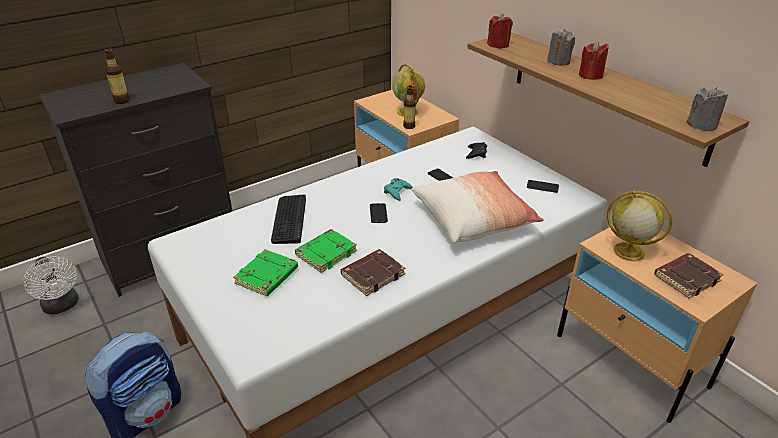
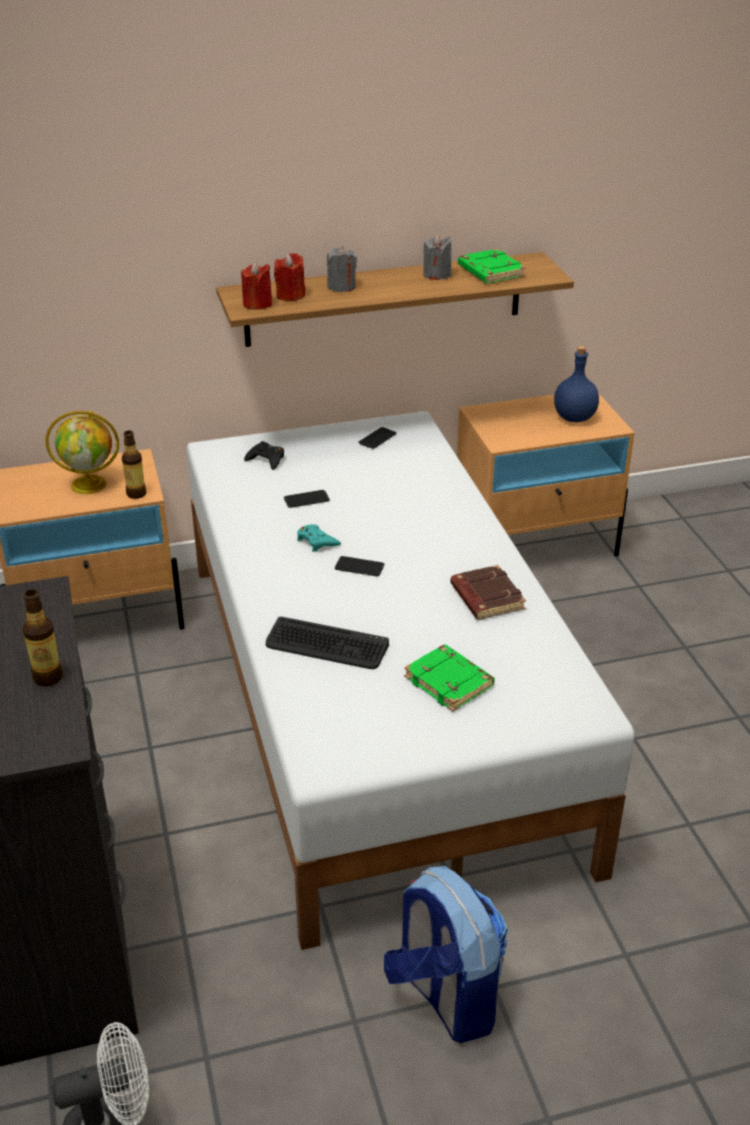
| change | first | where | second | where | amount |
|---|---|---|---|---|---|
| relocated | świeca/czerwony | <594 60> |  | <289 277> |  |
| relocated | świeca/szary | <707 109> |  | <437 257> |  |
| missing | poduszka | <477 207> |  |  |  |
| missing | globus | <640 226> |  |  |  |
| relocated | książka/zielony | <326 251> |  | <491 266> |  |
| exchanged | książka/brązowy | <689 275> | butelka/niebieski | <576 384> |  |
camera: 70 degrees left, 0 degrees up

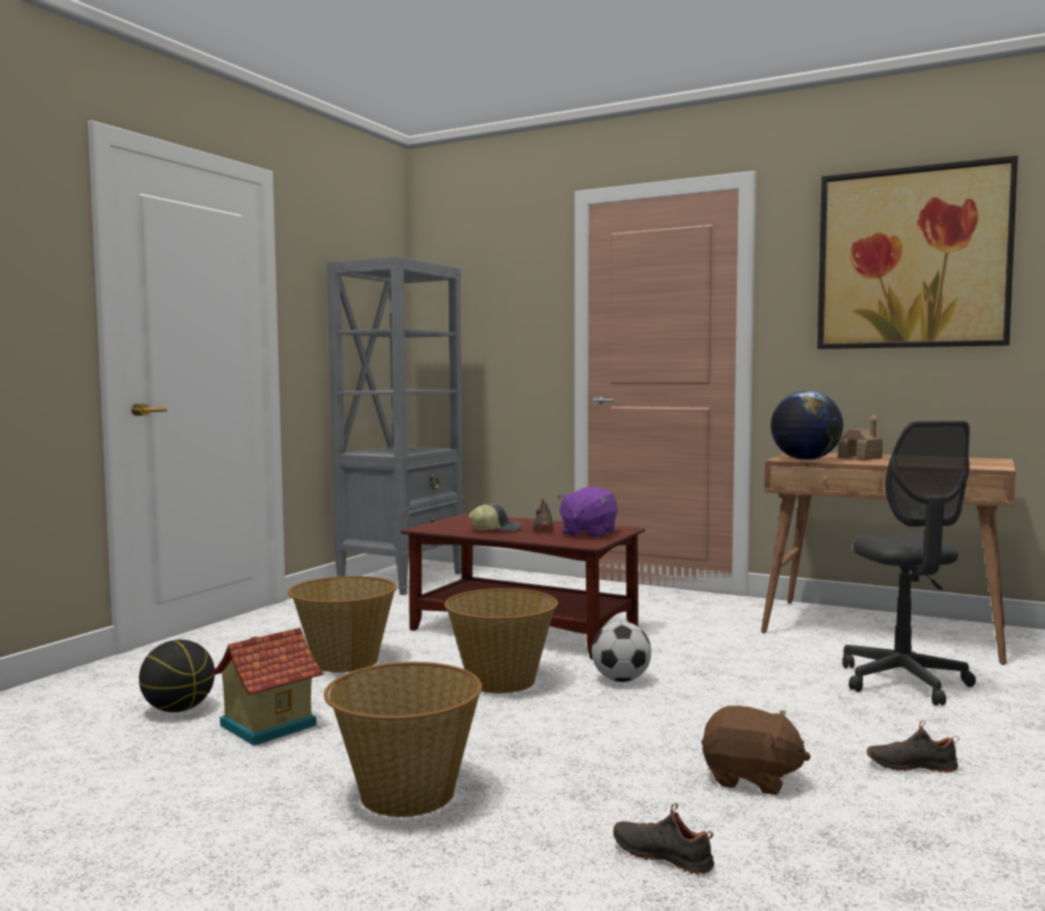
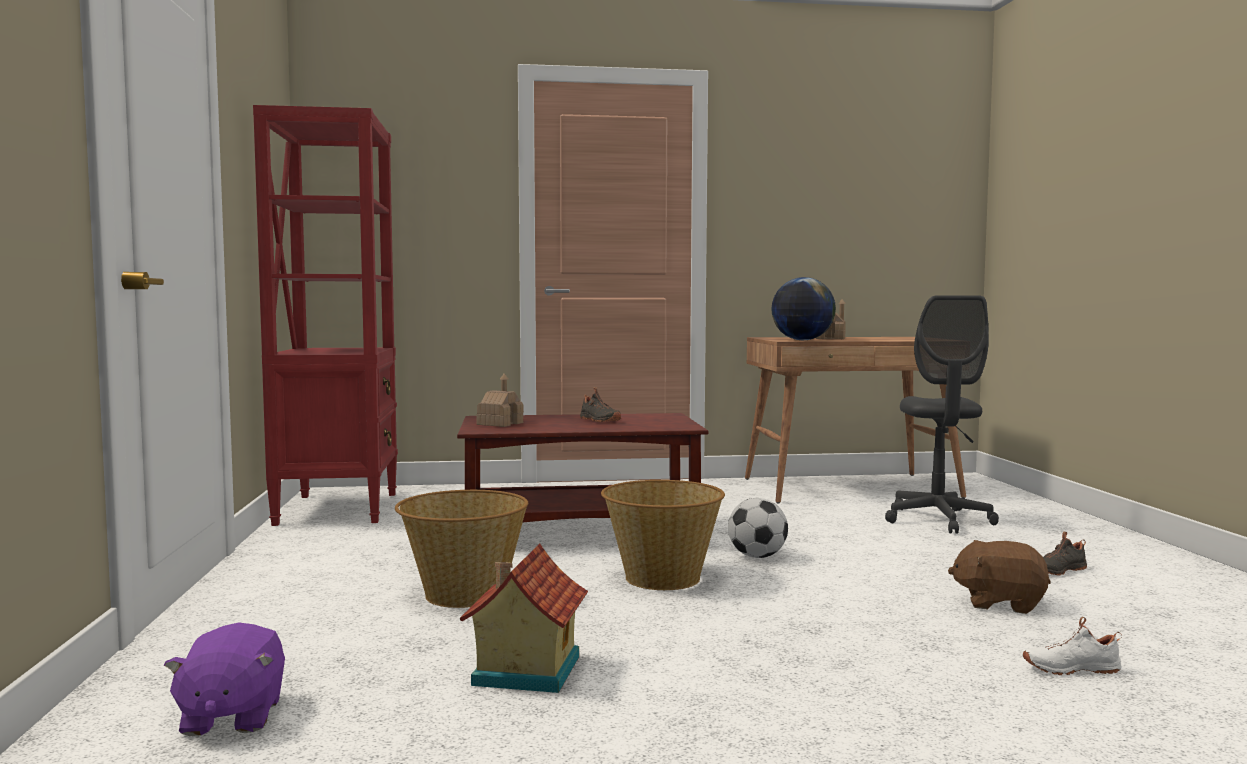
| change | first | where | second | where | amount |
|---|---|---|---|---|---|
| missing | obraz | <917 252> |  |  |  |
| colour | regał/szary | <395 426> | regał/czerwony | <325 315> |  |
| spun | krzesło biurowe/szary | <909 563> |  | <942 414> | 45 degrees clockwise |
| relocated | pluszak/fioletowy | <587 512> |  | <224 679> |  |
| missing | czapka z daszkiem | <495 517> |  |  |  |
| missing | piłka do koszykówki | <177 676> |  |  |  |
| missing | koszyk | <403 739> |  |  |  |
| spun | pluszak/brązowy | <756 750> |  | <999 577> | 150 degrees counterclockwise |
| colour | but/czarny | <663 839> | but/biały | <1072 646> |  |
| appeared |  |  | domek | <500 400> |  |
camera: 35 degrees left, 0 degrees up

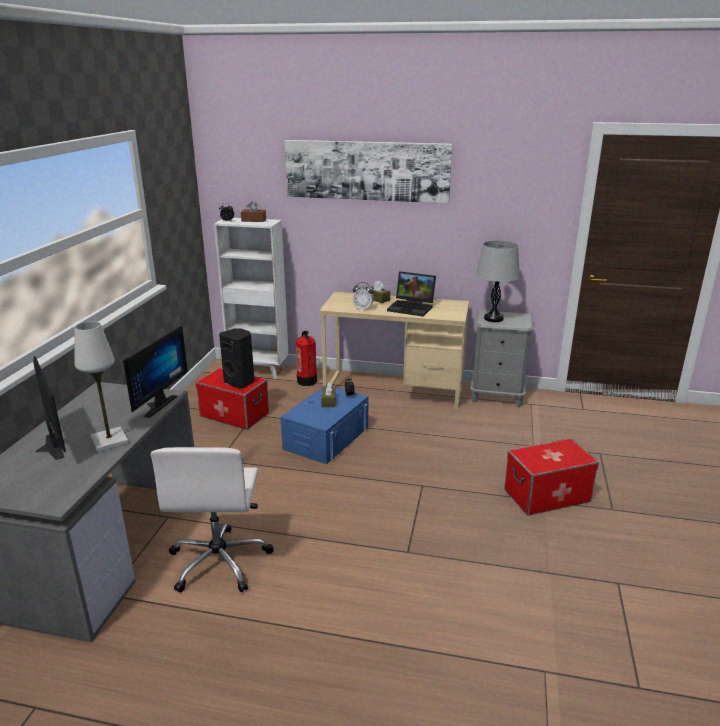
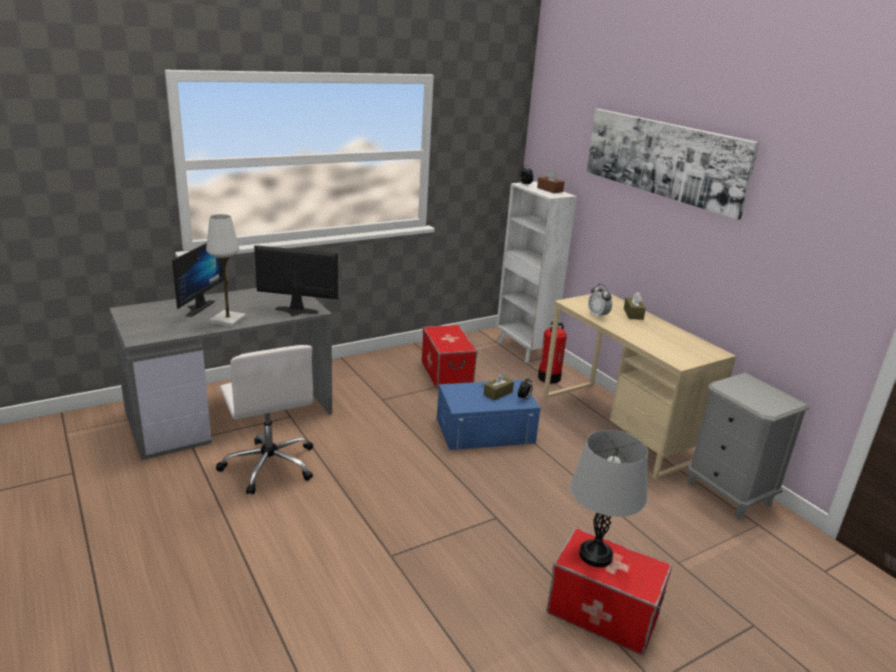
| change | first | where | second | where | amount |
|---|---|---|---|---|---|
| relocated | lampa stołowa/szary | <498 281> |  | <609 498> |  |
| missing | laptop | <411 294> |  |  |  |
| spun | monitor | <155 371> |  | <296 281> | 150 degrees counterclockwise |
| missing | głośnik/czarny | <237 358> |  |  |  |
| spun | krzesło biurowe/biały | <212 520> |  | <264 420> | 75 degrees counterclockwise |
camera: 45 degrees right, 0 degrees up

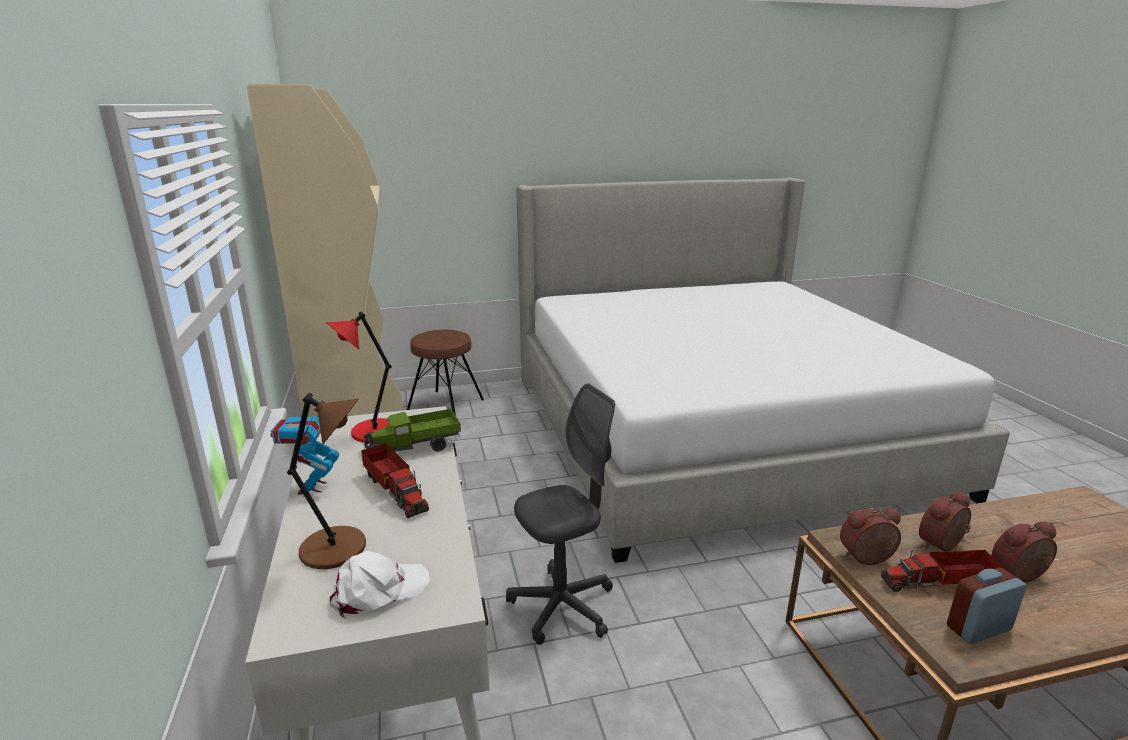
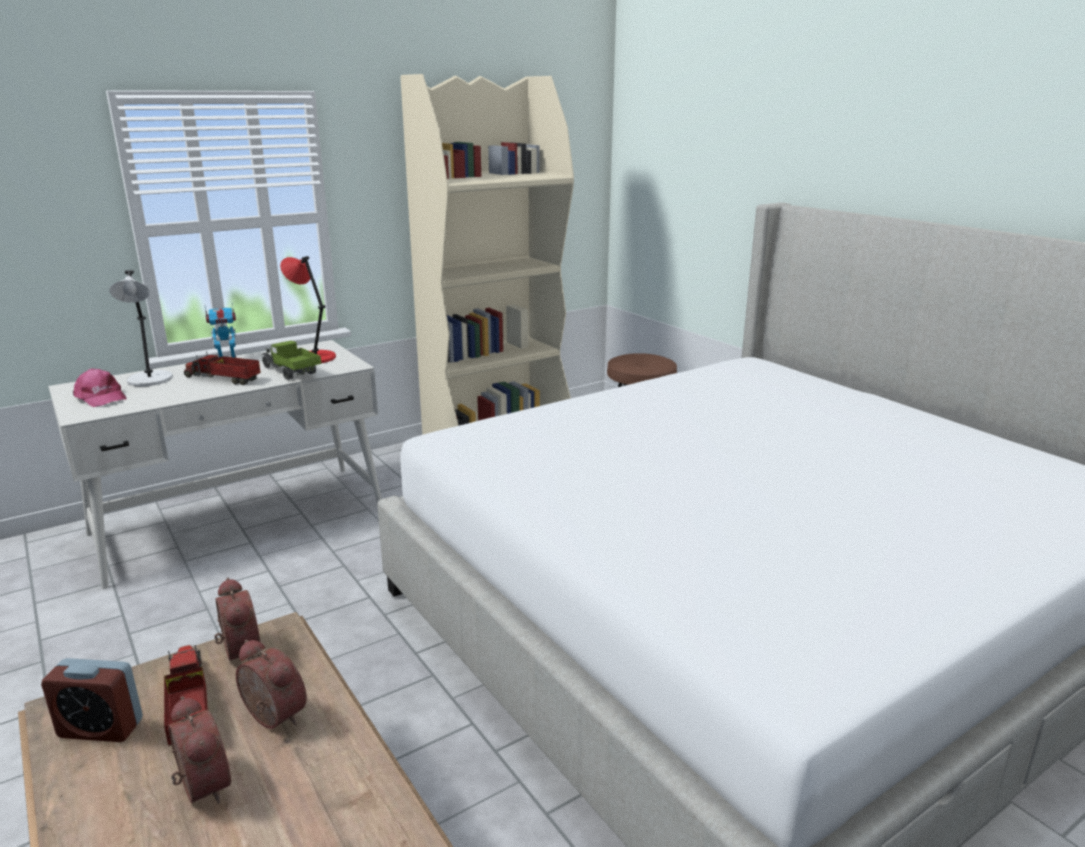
| change | first | where | second | where | amount |
|---|---|---|---|---|---|
| missing | krzesło biurowe/szary | <560 514> |  |  |  |
| colour | lampa stołowa/brązowy | <326 481> | lampa stołowa/szary | <141 328> |  |
| spun | ciężarówka zabawkowa | <395 480> |  | <222 368> | 75 degrees clockwise |
| colour | czapka z daszkiem/biały | <380 585> | czapka z daszkiem/różowy | <99 388> |  |
| spun | budzik | <987 605> |  | <92 700> | 135 degrees clockwise |
camera: 70 degrees right, 0 degrees up

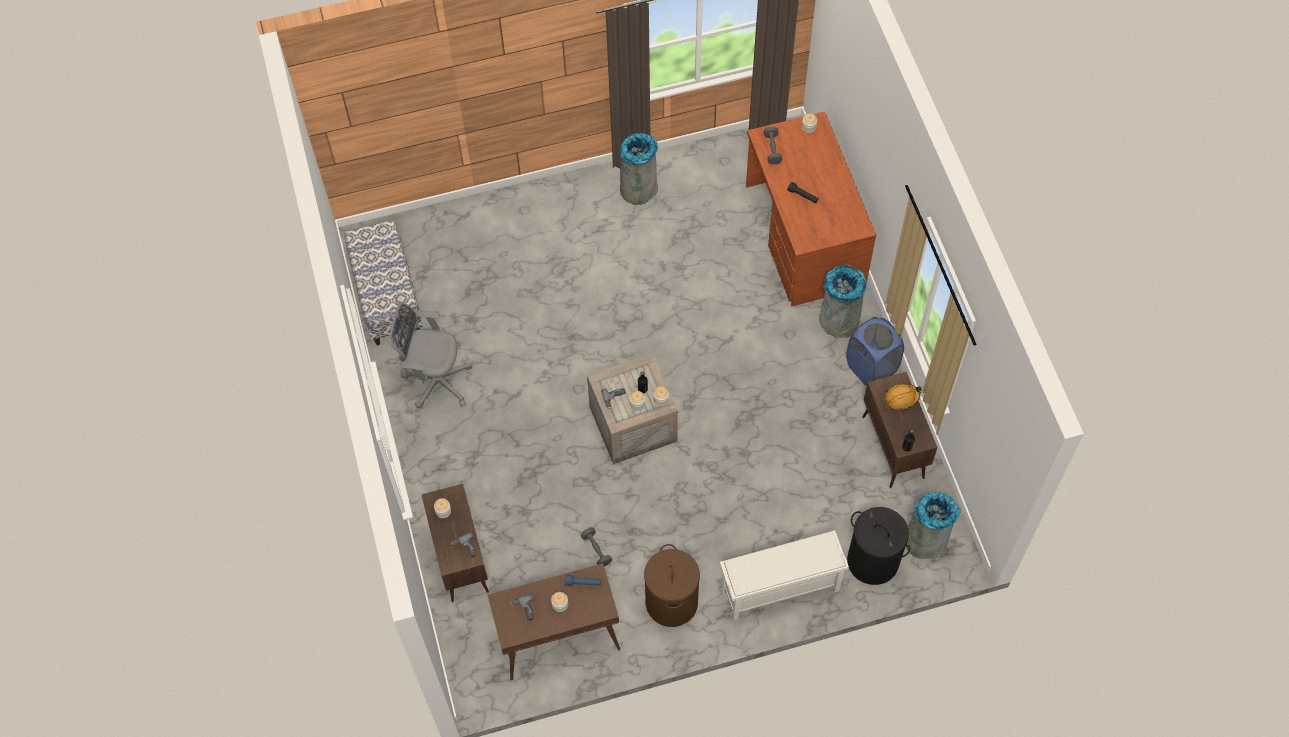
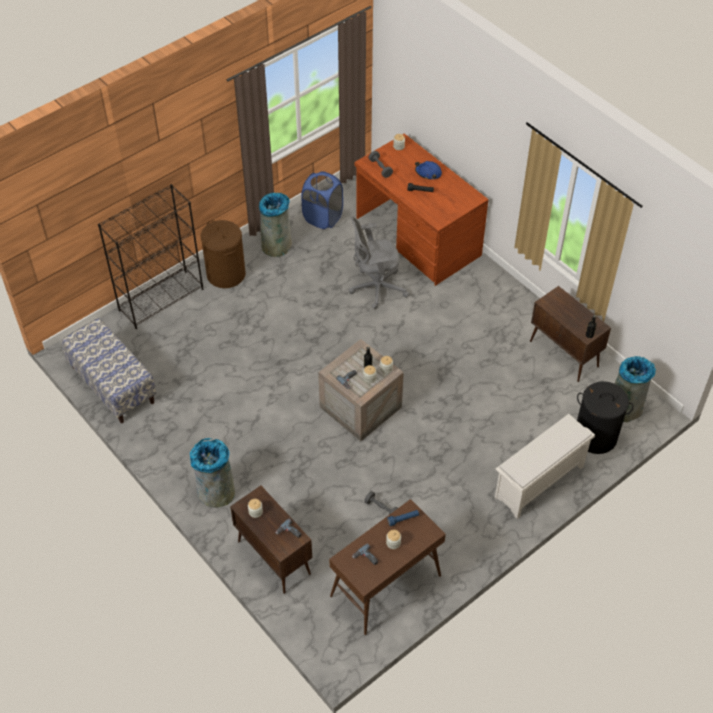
| change | first | where | second | where | amount |
|---|---|---|---|---|---|
| relocated | kosz na śmieci/szary | <843 301> |  | <212 473> |  |
| relocated | krzesło biurowe/szary | <430 355> |  | <379 263> |  |
| relocated | kosz na pranie/niebieski | <875 351> |  | <322 200> |  |
| missing | kask/pomarańczowy | <903 397> |  |  |  |
| relocated | kosz na pranie/brązowy | <672 585> |  | <223 254> |  |
| appeared |  |  | kask/niebieski | <428 170> |  |
| appeared |  |  | regał/czarny | <150 256> |  |
camera: 25 degrees left, 10 degrees down

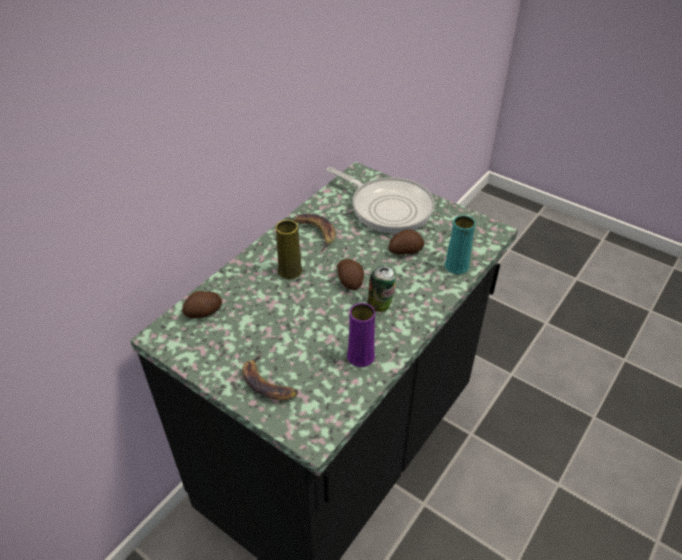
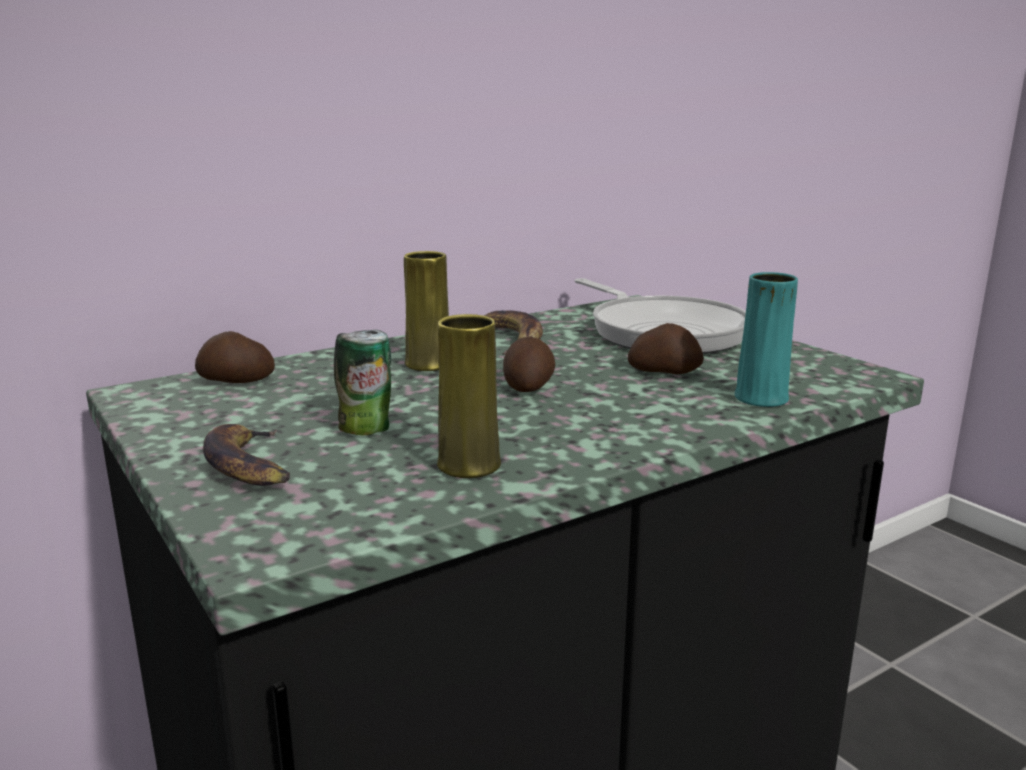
| change | first | where | second | where | amount |
|---|---|---|---|---|---|
| relocated | puszka | <381 289> |  | <362 382> |  |
| colour | wazon/fioletowy | <361 335> | wazon/żółty | <469 396> |  |
camera: 20 degrees right, 25 degrees down

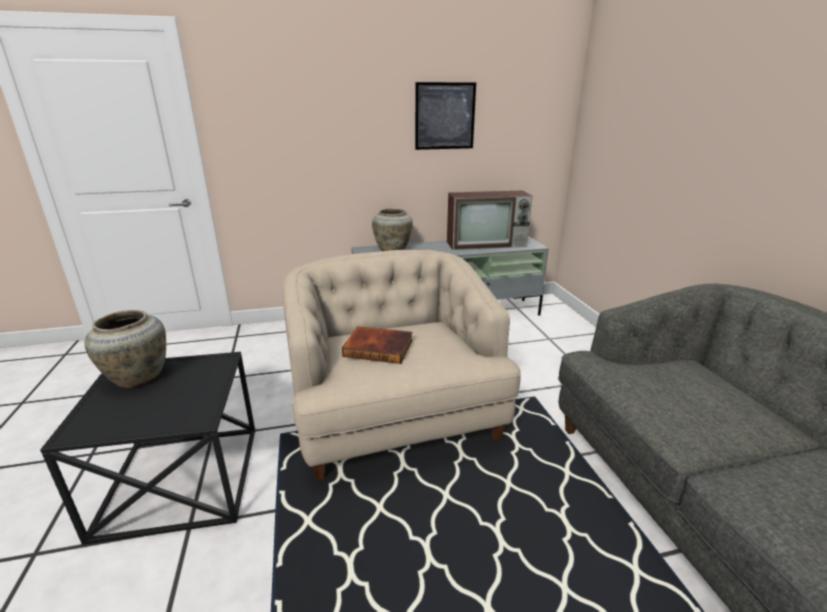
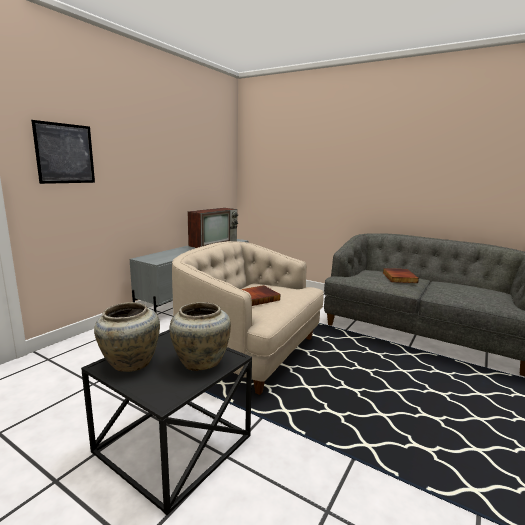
| change | first | where | second | where | amount |
|---|---|---|---|---|---|
| relocated | obraz | <445 116> |  | <63 152> |  |
| relocated | wazon/beżowy | <392 230> |  | <200 336> |  |
| appeared |  |  | książka | <401 275> |  |
camera: 45 degrees left, 10 degrees down

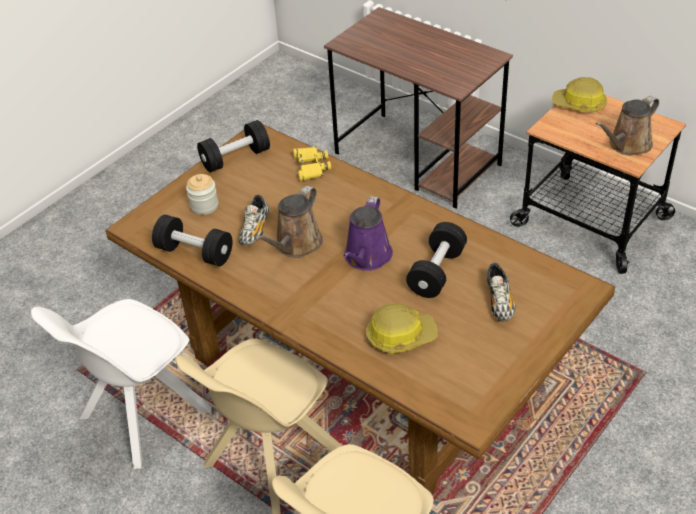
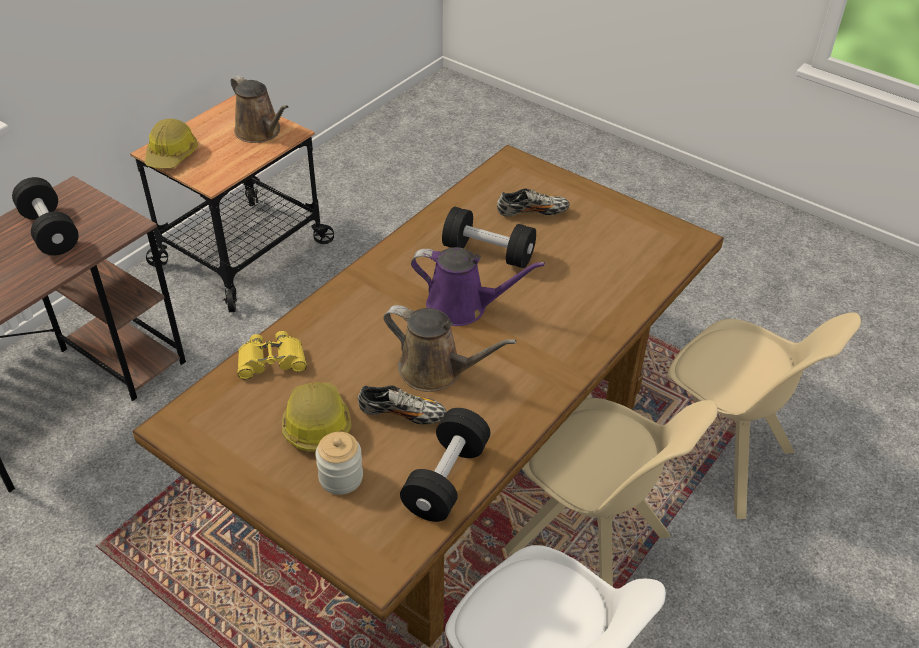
| change | first | where | second | where | amount |
|---|---|---|---|---|---|
| relocated | hantel/czarny | <233 146> |  | <45 216> |  |
| relocated | kask | <402 328> |  | <316 417> |  |
camera: 95 degrees left, 0 degrees up

